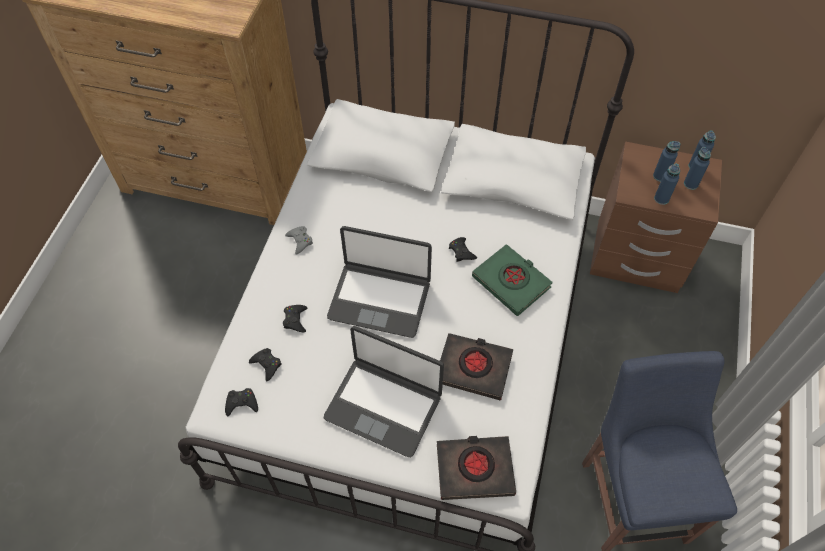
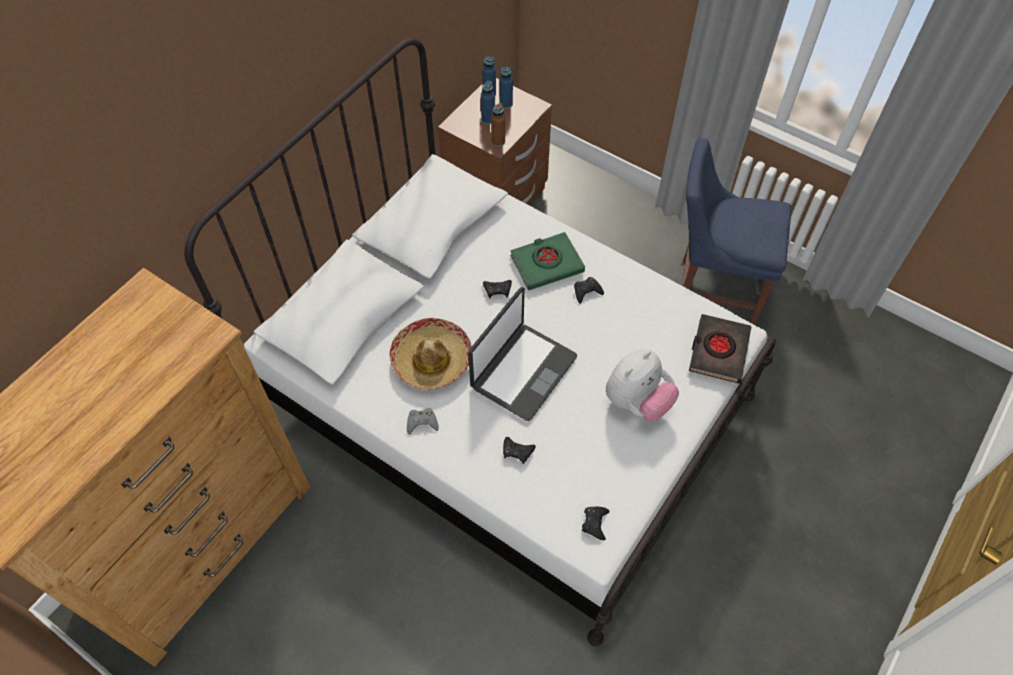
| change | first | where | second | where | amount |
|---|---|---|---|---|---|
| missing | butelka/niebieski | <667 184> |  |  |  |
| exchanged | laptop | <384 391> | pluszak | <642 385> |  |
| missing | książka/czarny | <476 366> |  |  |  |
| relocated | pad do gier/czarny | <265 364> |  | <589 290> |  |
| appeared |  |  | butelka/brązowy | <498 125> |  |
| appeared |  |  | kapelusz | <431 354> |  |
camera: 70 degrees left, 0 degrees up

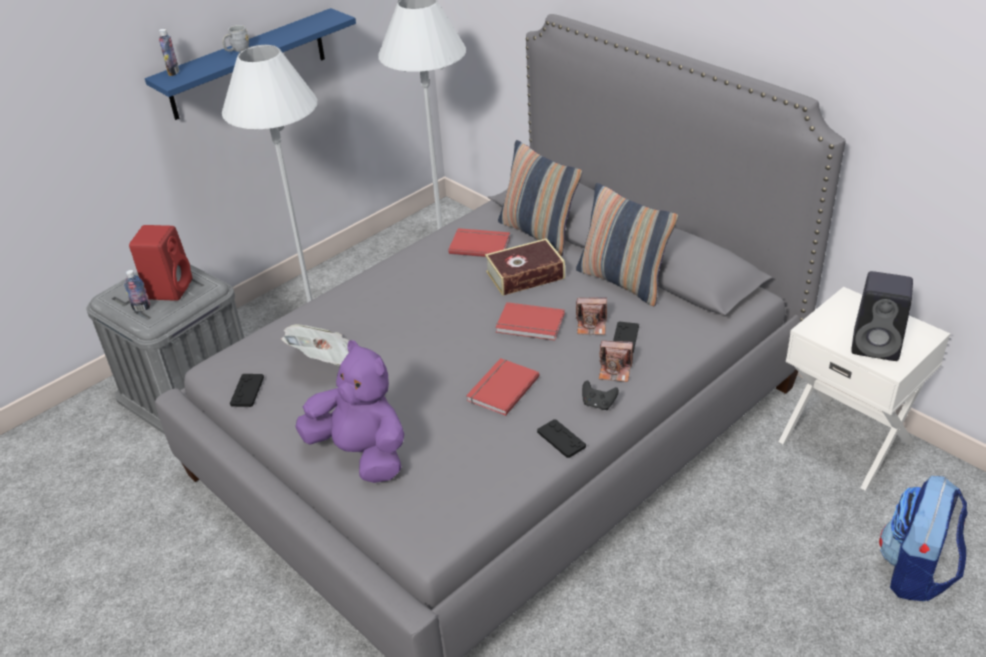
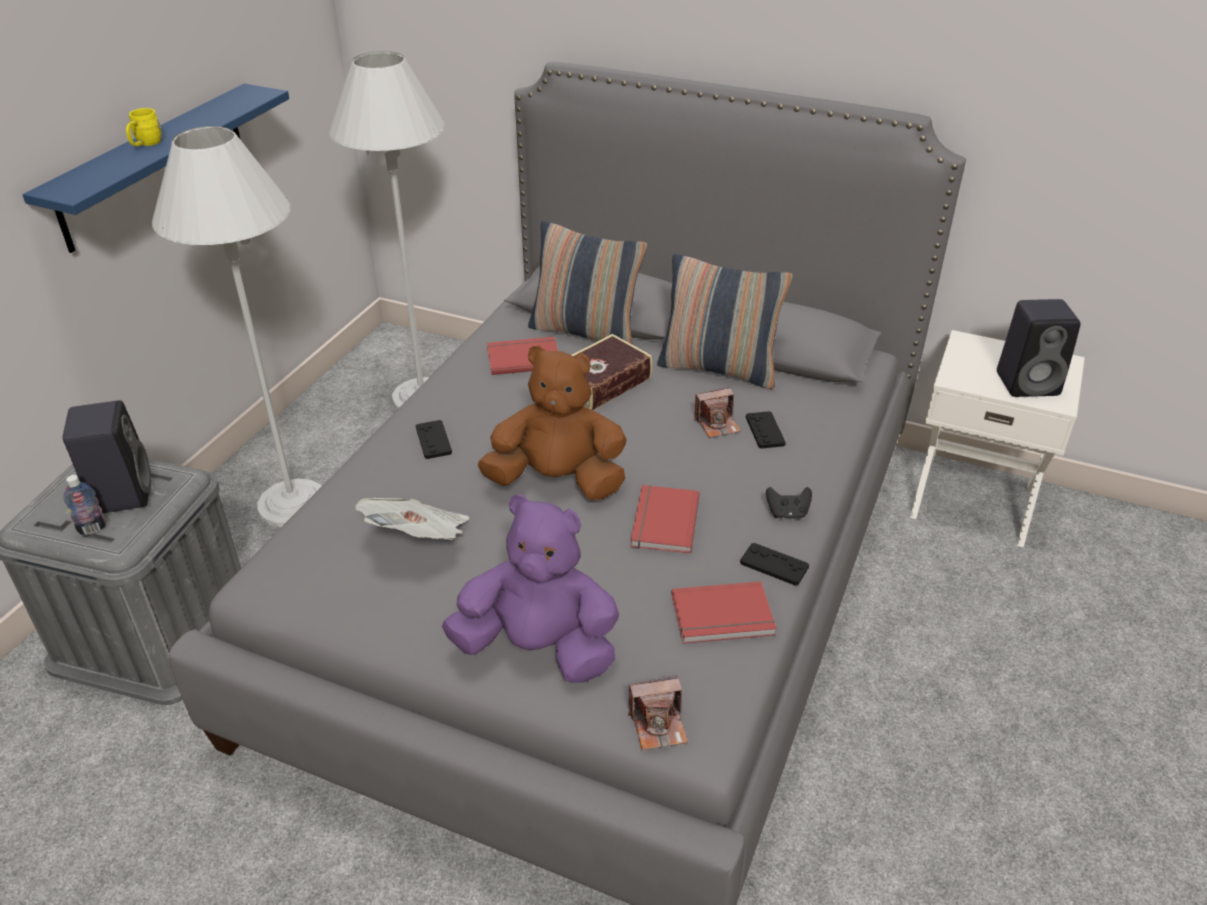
| change | first | where | second | where | amount |
|---|---|---|---|---|---|
| colour | kubek/szary | <235 38> | kubek/żółty | <143 127> |  |
| missing | butelka | <169 52> |  |  |  |
| colour | głośnik/czerwony | <160 263> | głośnik/czarny | <107 456> |  |
| relocated | książka/czerwony | <530 321> |  | <724 612> |  |
| relocated | aparat fotograficzny | <616 361> |  | <658 712> |  |
| relocated | pad do gier/czarny | <247 390> |  | <434 439> |  |
| missing | plecak | <923 538> |  |  |  |
| appeared |  |  | pluszak/brązowy | <552 422> |  |
camera: 25 degrees left, 0 degrees up

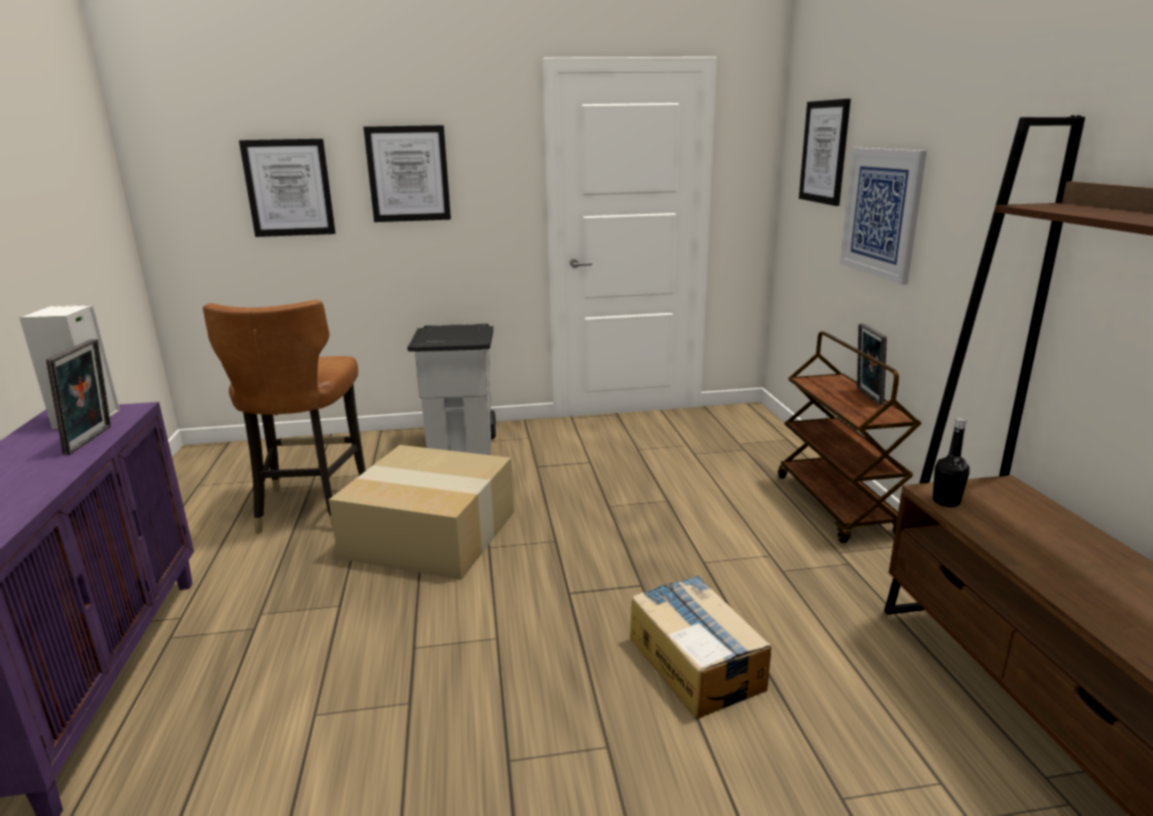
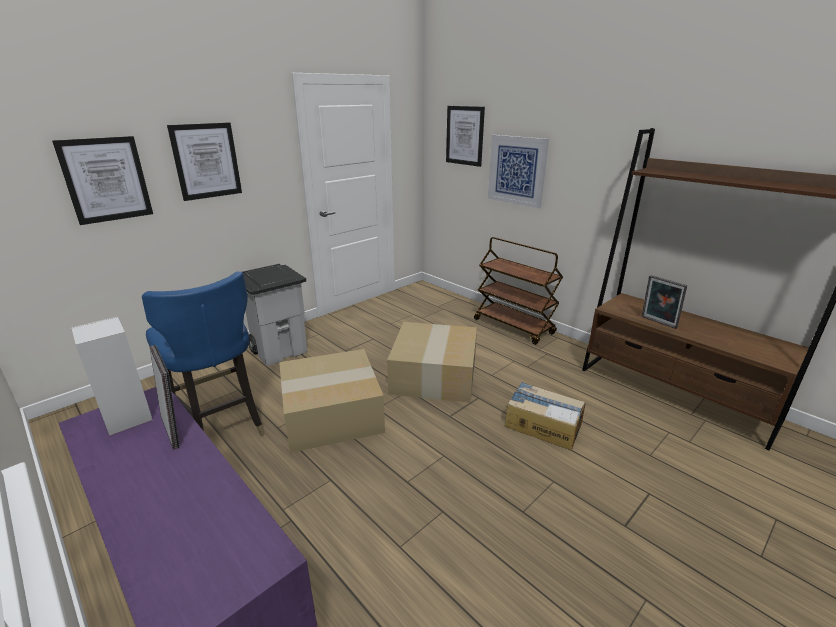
| change | first | where | second | where | amount |
|---|---|---|---|---|---|
| colour | krzesło/brązowy | <284 416> | krzesło/niebieski | <203 353> |  |
| relocated | ramka na zdjęcie | <872 364> |  | <664 302> |  |
| missing | butelka/czarny | <951 462> |  |  |  |
| appeared |  |  | karton | <432 362> |  |
camera: 35 degrees left, 5 degrees up

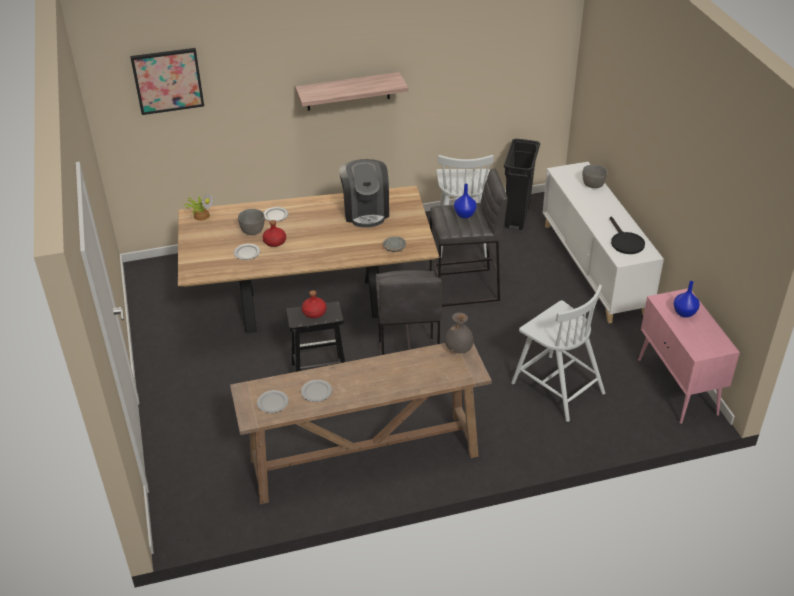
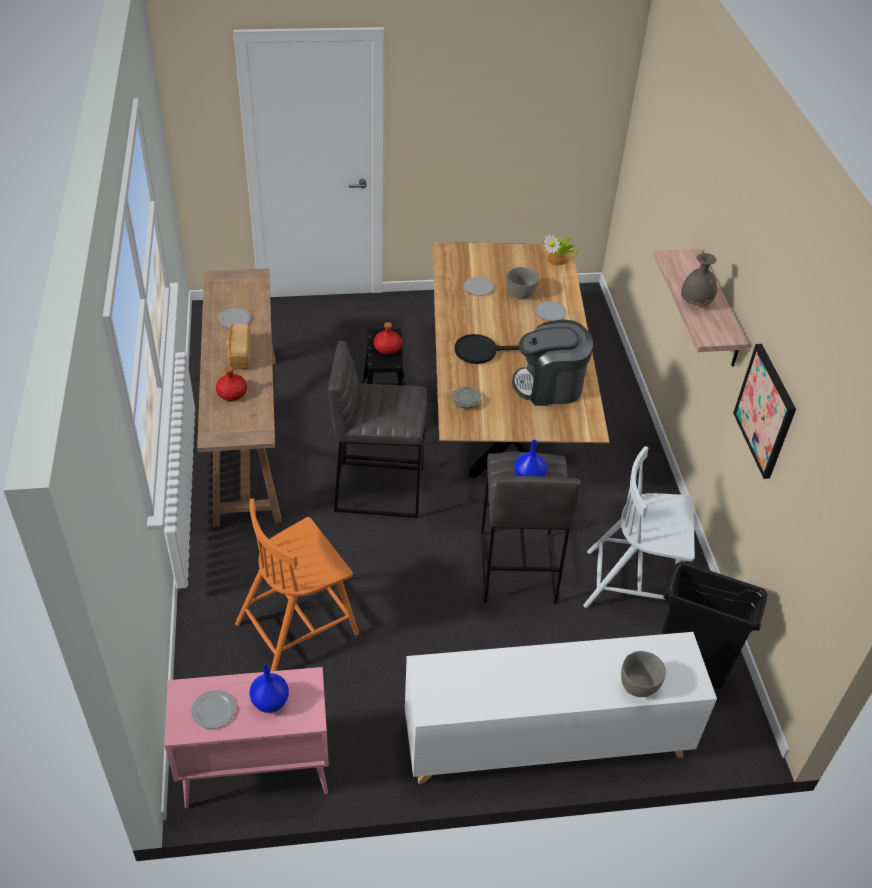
| change | first | where | second | where | amount |
|---|---|---|---|---|---|
| relocated | obraz | <167 81> |  | <764 411> |  |
| relocated | patelnia/czarny | <627 235> |  | <487 349> |  |
| relocated | butelka/czerwony | <274 233> |  | <231 383> |  |
| colour | krzesło/biały | <558 353> | krzesło/pomarańczowy | <297 584> |  |
| relocated | wazon/szary | <459 332> |  | <699 279> |  |
| relocated | talerz | <273 401> |  | <213 709> |  |
| appeared |  |  | chleb | <238 346> |  |
camera: 95 degrees right, 5 degrees up

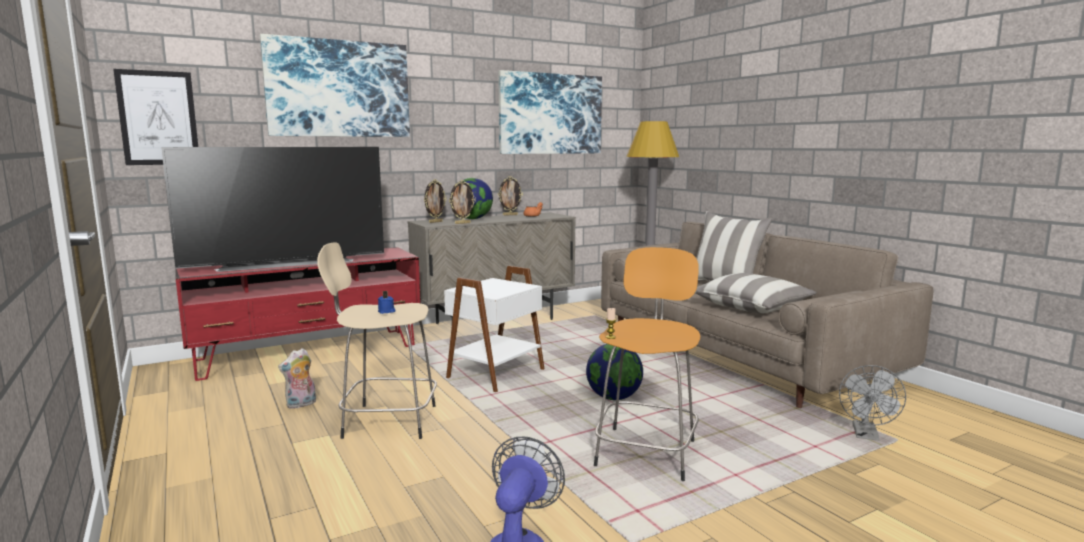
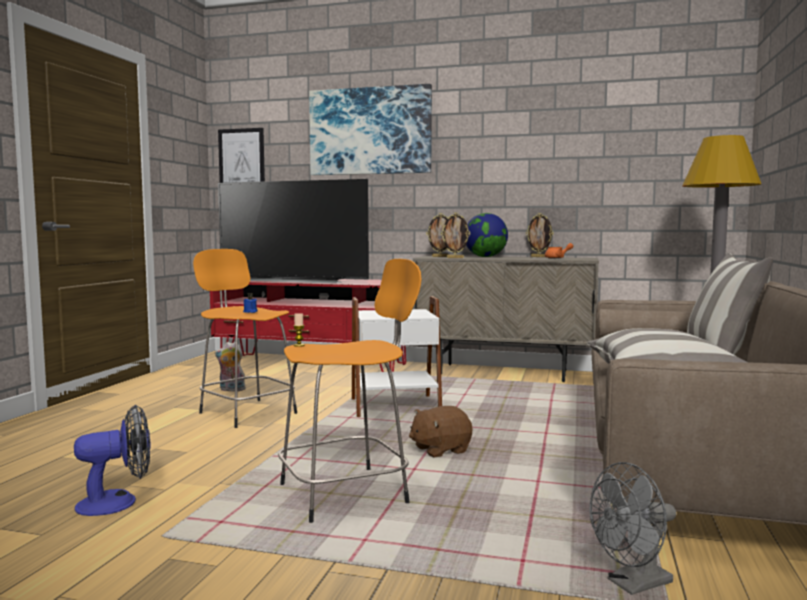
| change | first | where | second | where | amount |
|---|---|---|---|---|---|
| missing | obraz | <550 112> |  |  |  |
| colour | stołek/beżowy | <377 340> | stołek/pomarańczowy | <245 338> |  |
| exchanged | globus | <614 372> | pluszak/brązowy | <440 432> |  |
camera: 45 degrees right, 5 degrees down

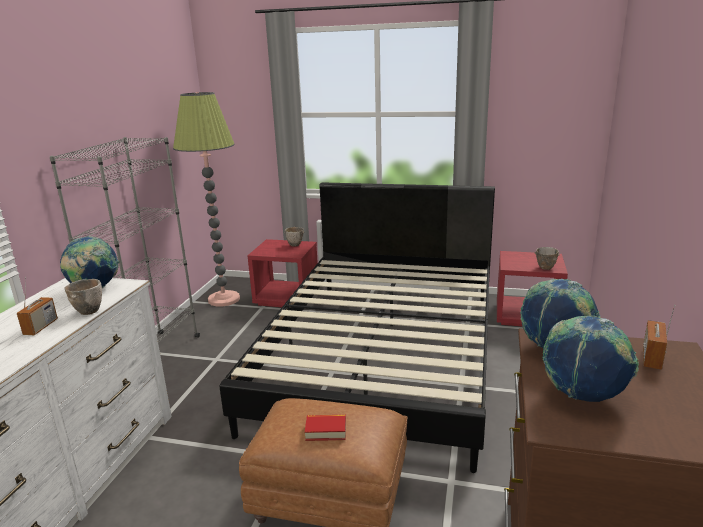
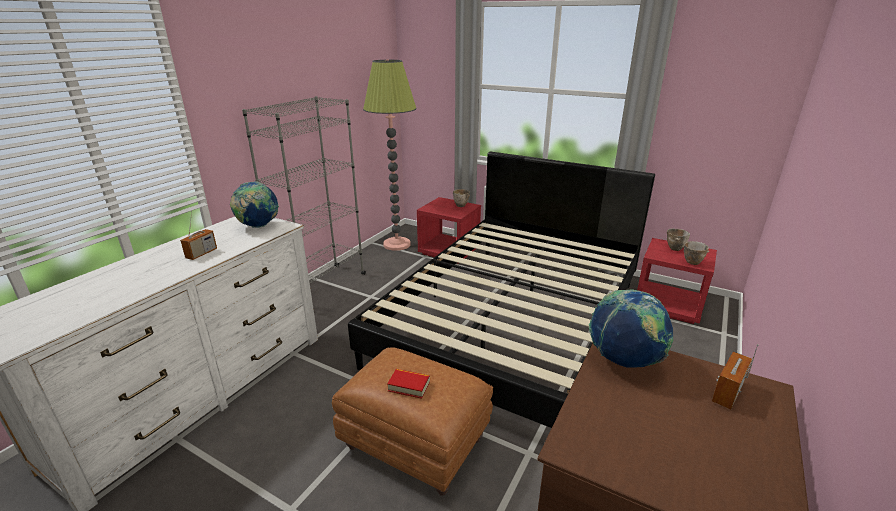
| change | first | where | second | where | amount |
|---|---|---|---|---|---|
| relocated | miska | <83 297> |  | <678 239> |  |
| missing | globus | <591 359> |  |  |  |
camera: 15 degrees right, 5 degrees up

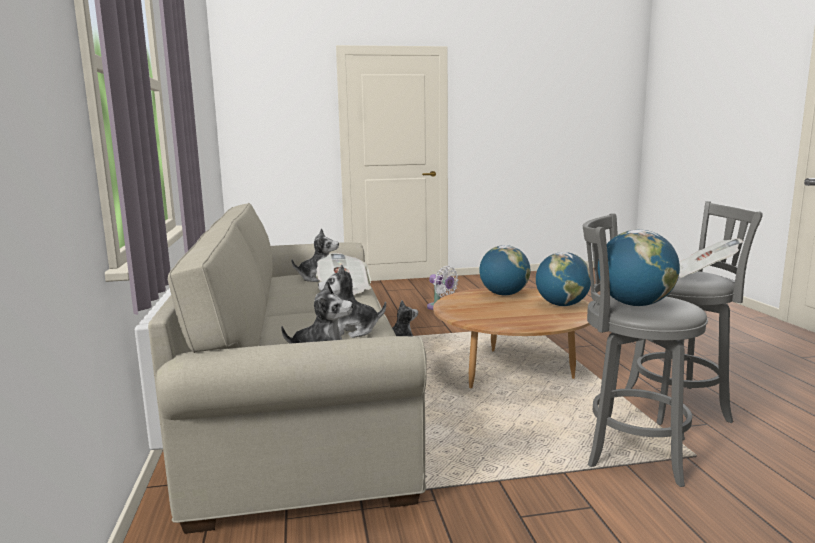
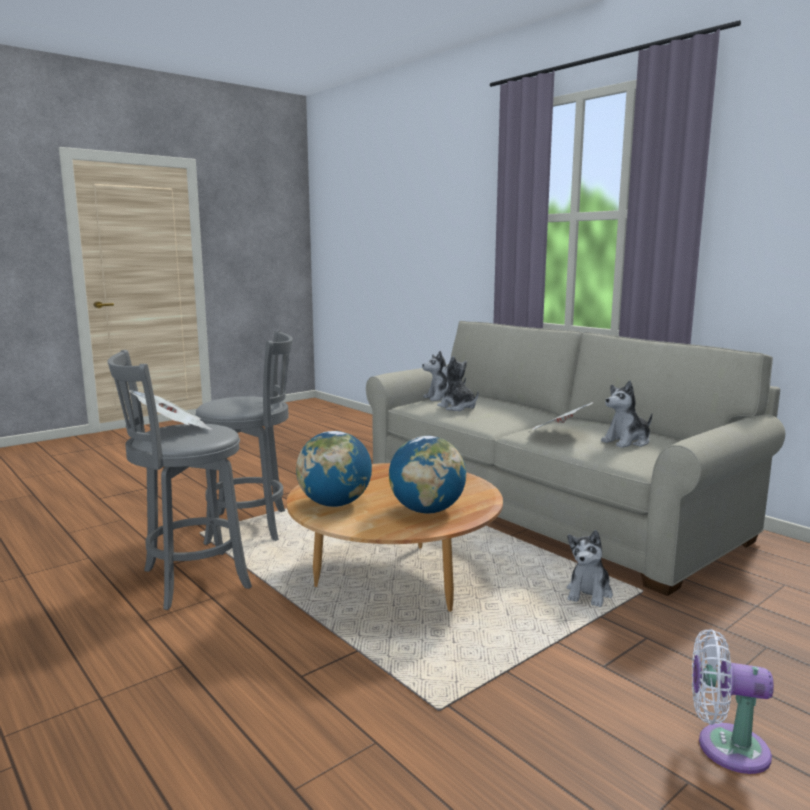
| change | first | where | second | where | amount |
|---|---|---|---|---|---|
| missing | globus | <639 268> |  |  |  |
| spun | pluszak | <352 301> |  | <457 383> | 90 degrees counterclockwise |
camera: 150 degrees right, 0 degrees up

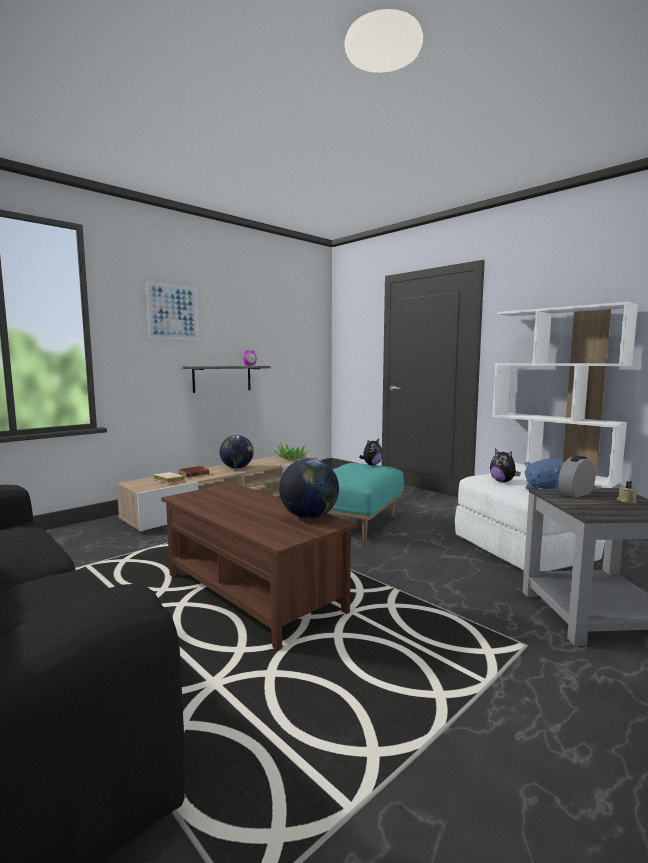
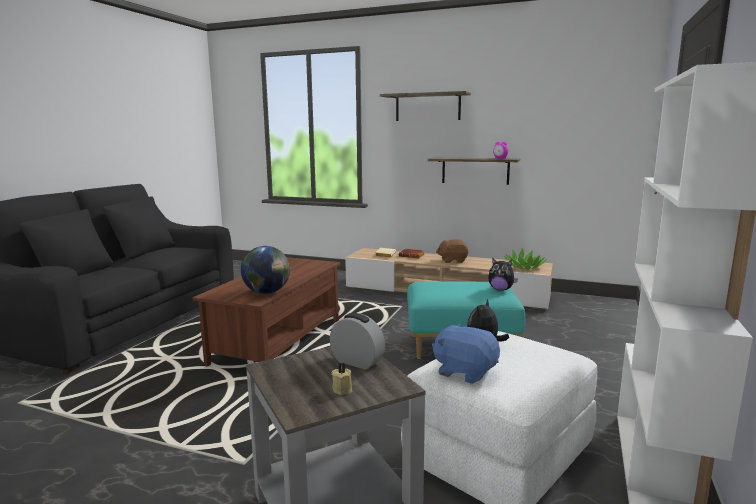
| change | first | where | second | where | amount |
|---|---|---|---|---|---|
| exchanged | obraz | <172 311> | półka | <425 106> |  |
| exchanged | globus | <237 452> | pluszak/brązowy | <452 251> |  |
camera: 65 degrees right, 5 degrees up

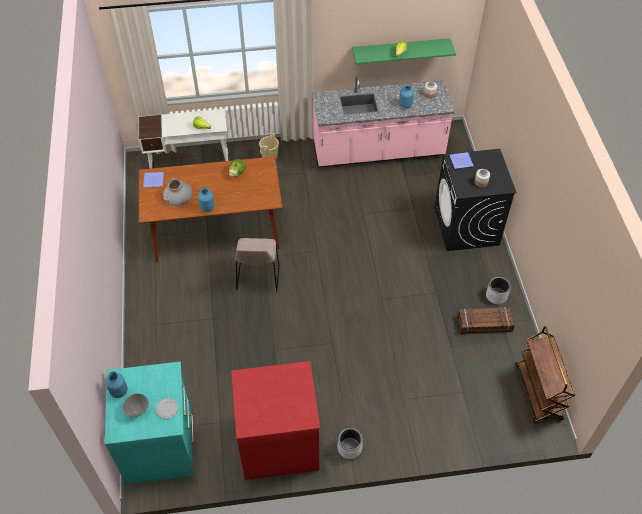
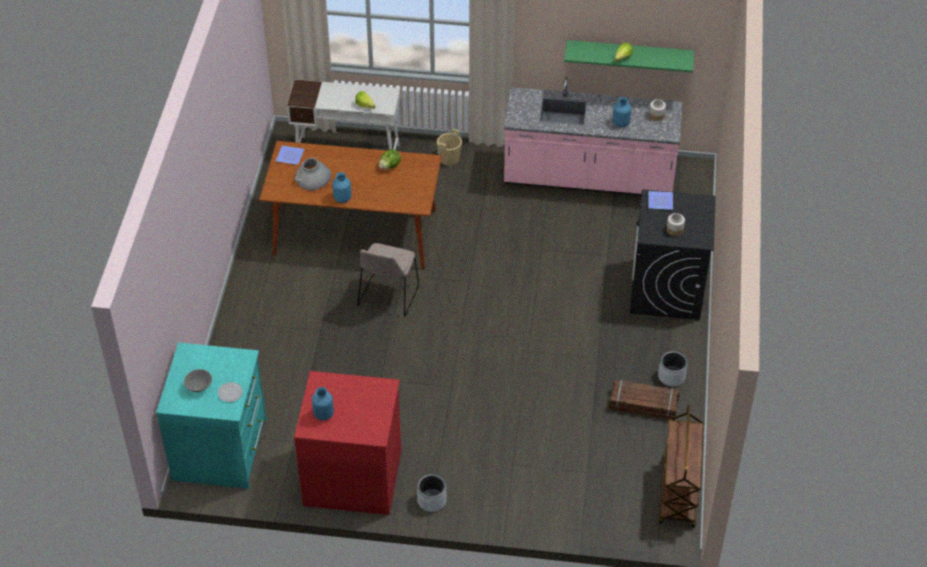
| change | first | where | second | where | amount |
|---|---|---|---|---|---|
| relocated | wazon/niebieski | <116 384> |  | <323 403> |  |
camera: 15 degrees right, 5 degrees down

